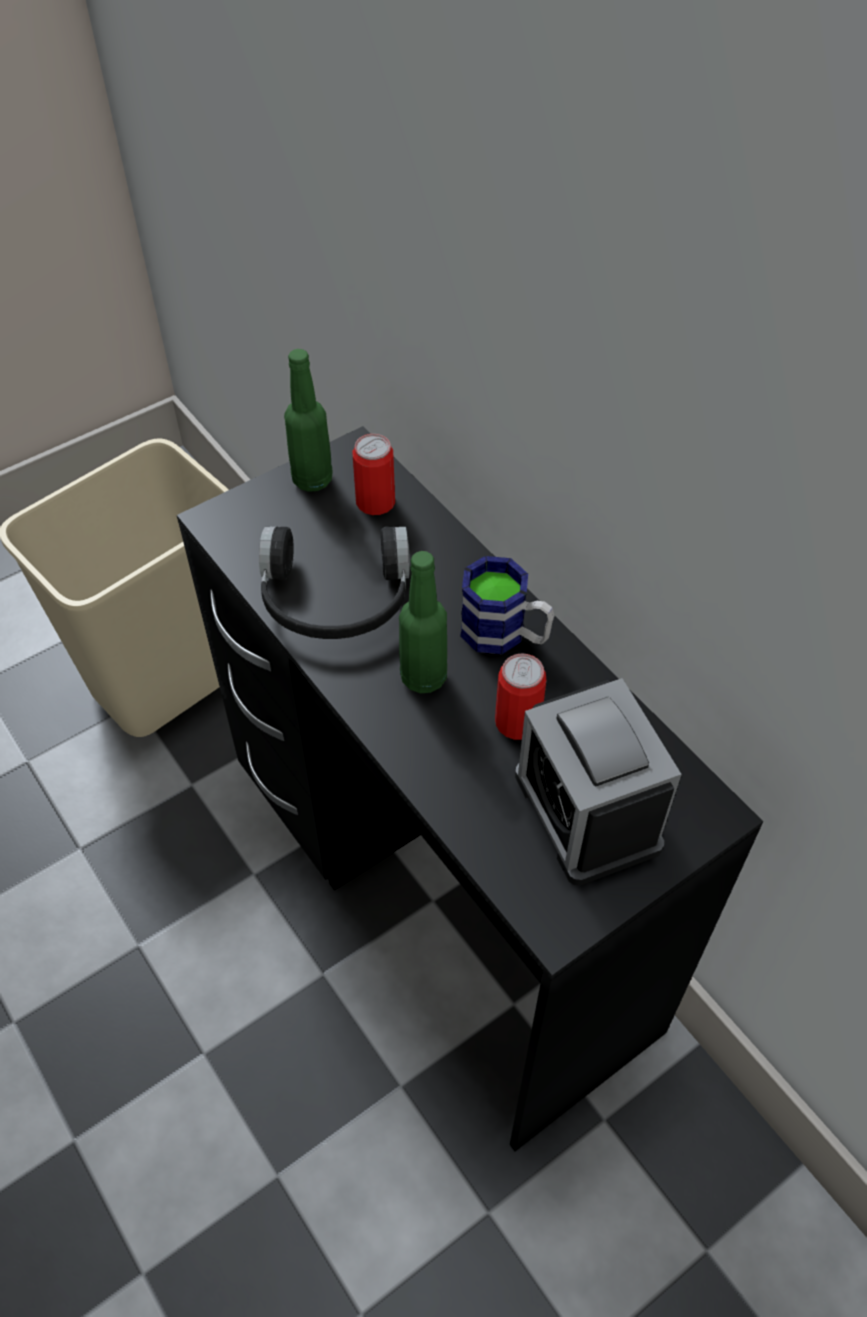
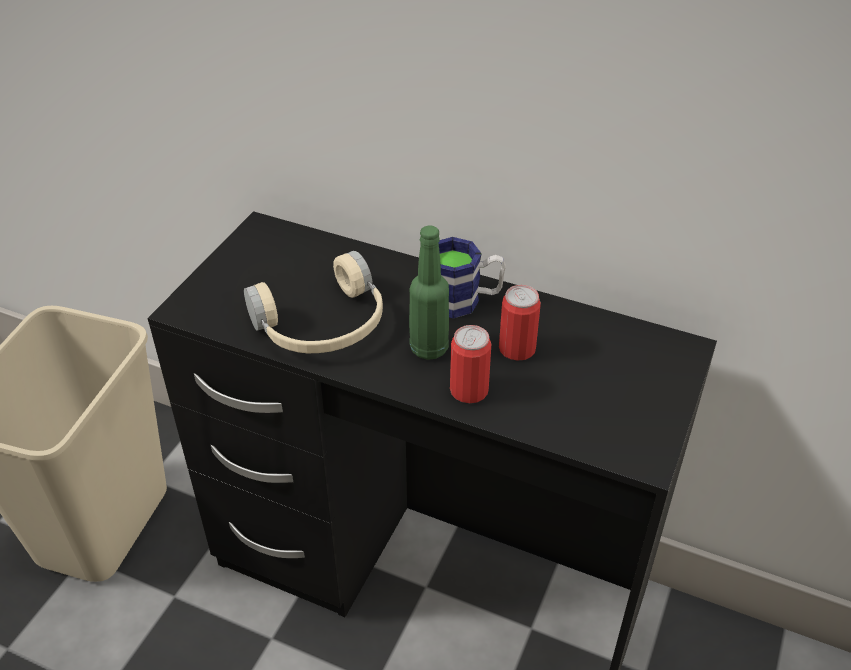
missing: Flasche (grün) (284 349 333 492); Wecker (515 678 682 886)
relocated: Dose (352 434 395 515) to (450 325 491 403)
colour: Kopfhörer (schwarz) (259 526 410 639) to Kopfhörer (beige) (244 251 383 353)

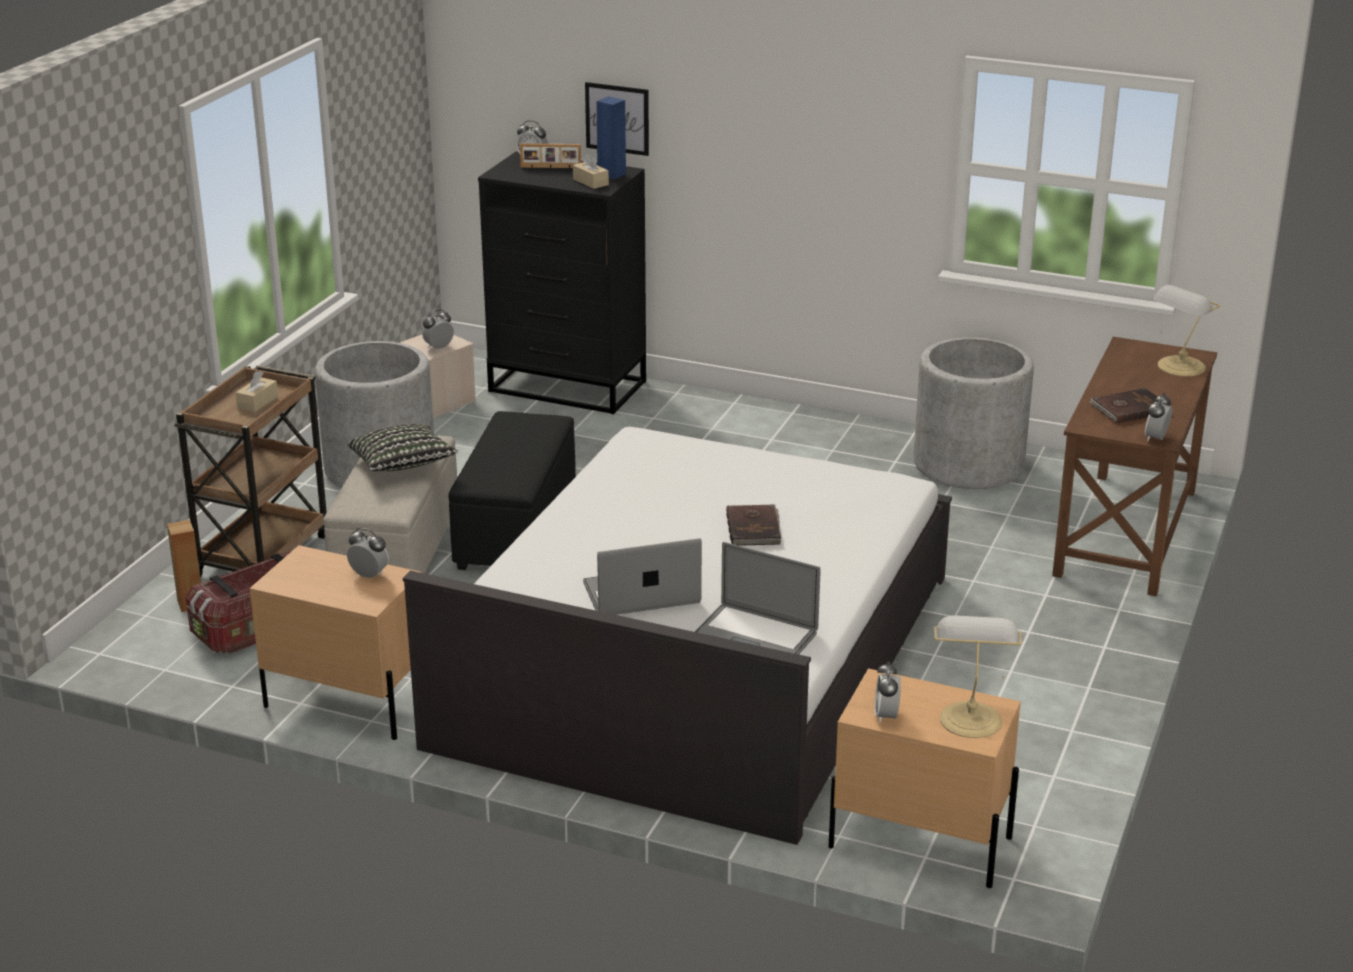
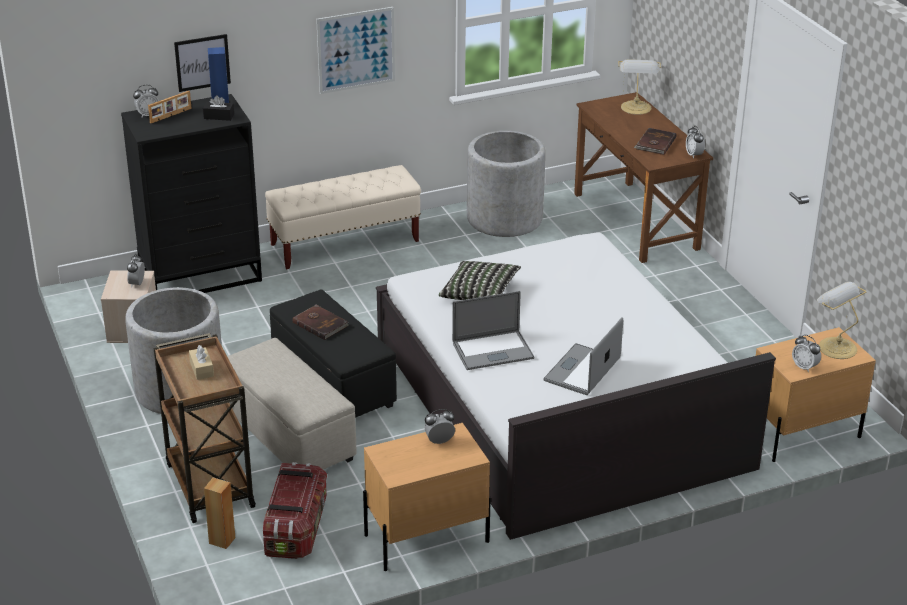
appeared: Bank (beige) (265 165 421 269); Bild (316 7 395 94)
relocated: Kissen (348 424 458 471) to (439 261 521 300); Laptop (695 542 821 654) to (452 291 534 370); Buch (braun) (726 504 782 546) to (292 305 348 340)
colour: Taschentuchbox (beige) (573 153 609 189) to Taschentuchbox (schwarz) (203 95 234 121)

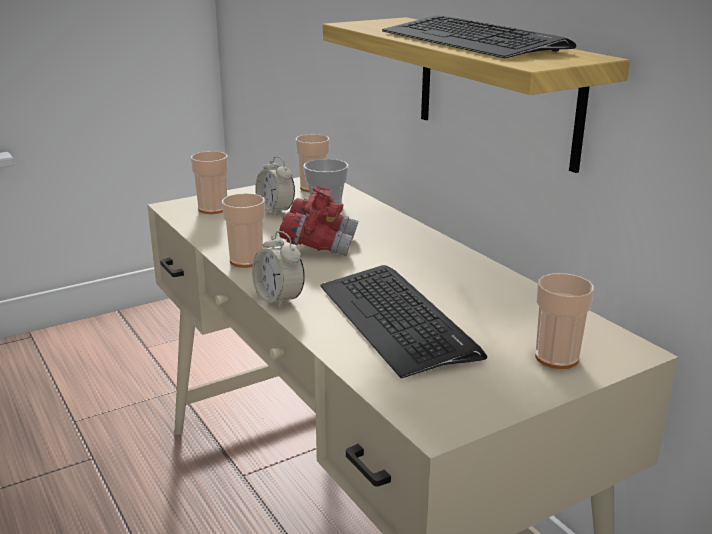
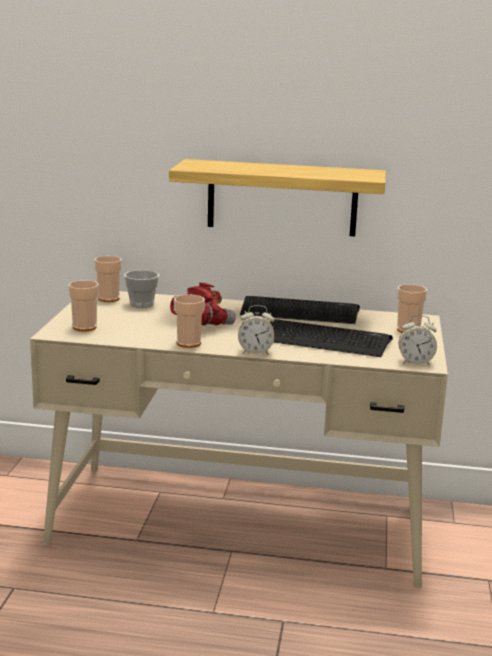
relocated: Wecker (255 156 295 216) to (399 315 437 366); Tastatur (382 15 576 58) to (240 296 360 324)

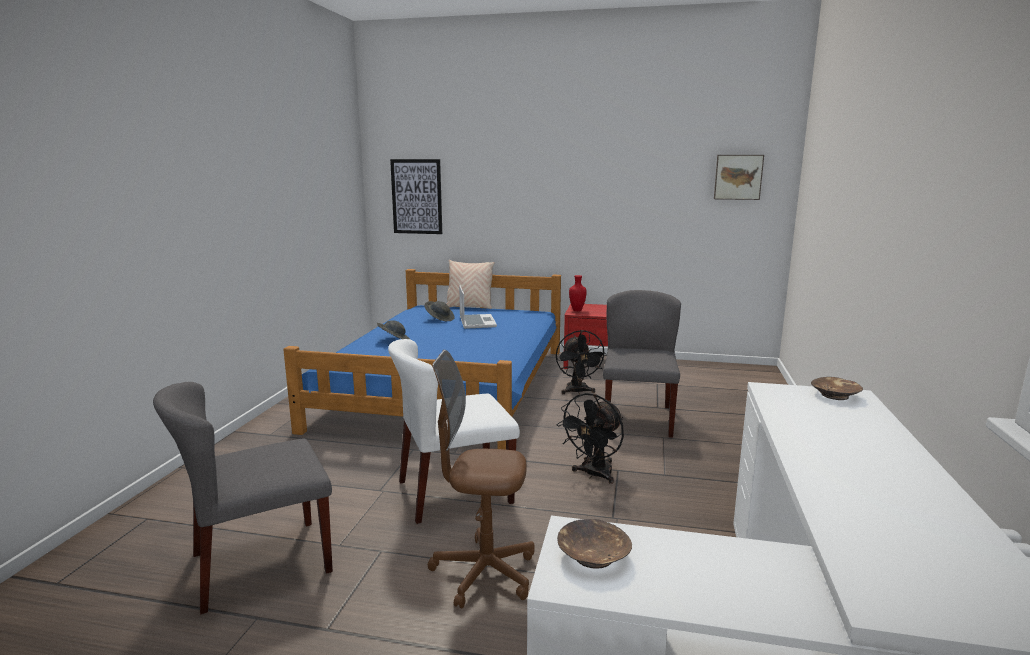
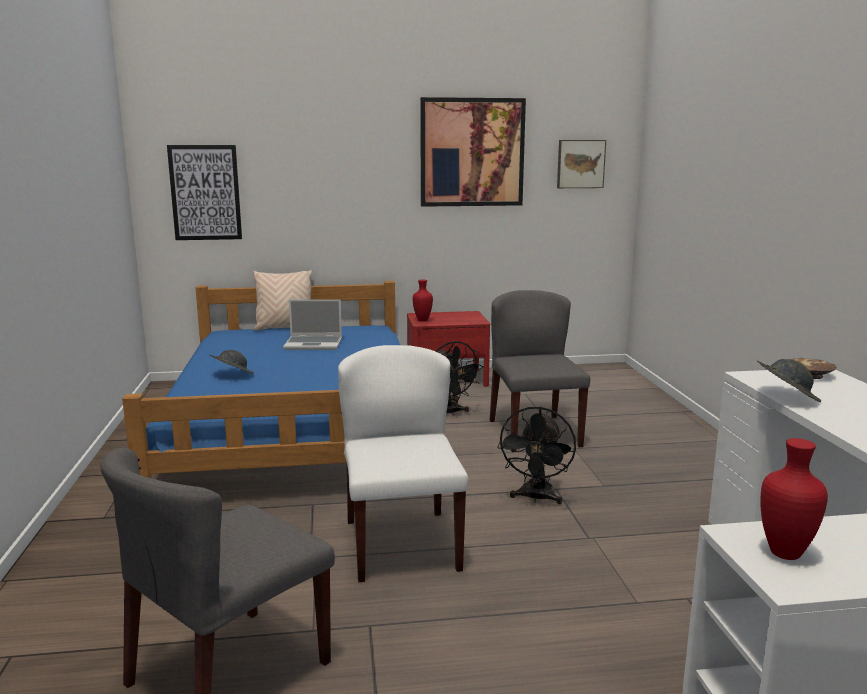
missing: Bürostuhl (braun) (428 350 535 608)
appeared: Bild (420 97 526 207)
relocated: Hut (grau) (424 301 455 321) to (757 359 821 402)
exchanged: Schüssel (braun) (557 519 632 569) to Vase (rot) (760 438 828 560)
spun: Stuhl (weiß) (388 339 520 524) = (338 345 468 582) 120 degrees clockwise; Laptop (459 285 497 329) = (283 299 342 350) 120 degrees clockwise

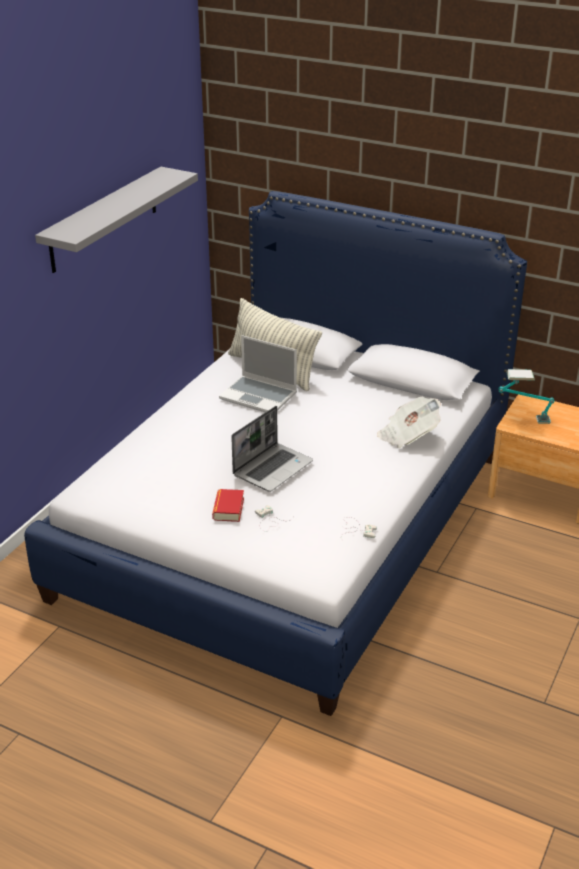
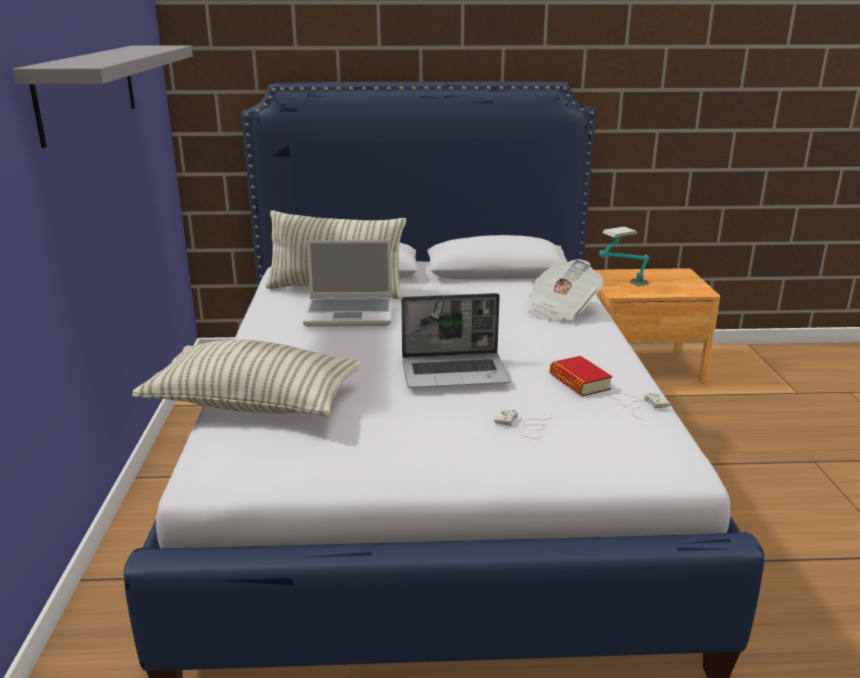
appeared: Kissen (132 340 361 417)
relocated: Buch (212 489 244 522) to (550 356 613 396)
spun: Laptop (231 406 313 492) = (401 293 510 388) 75 degrees clockwise

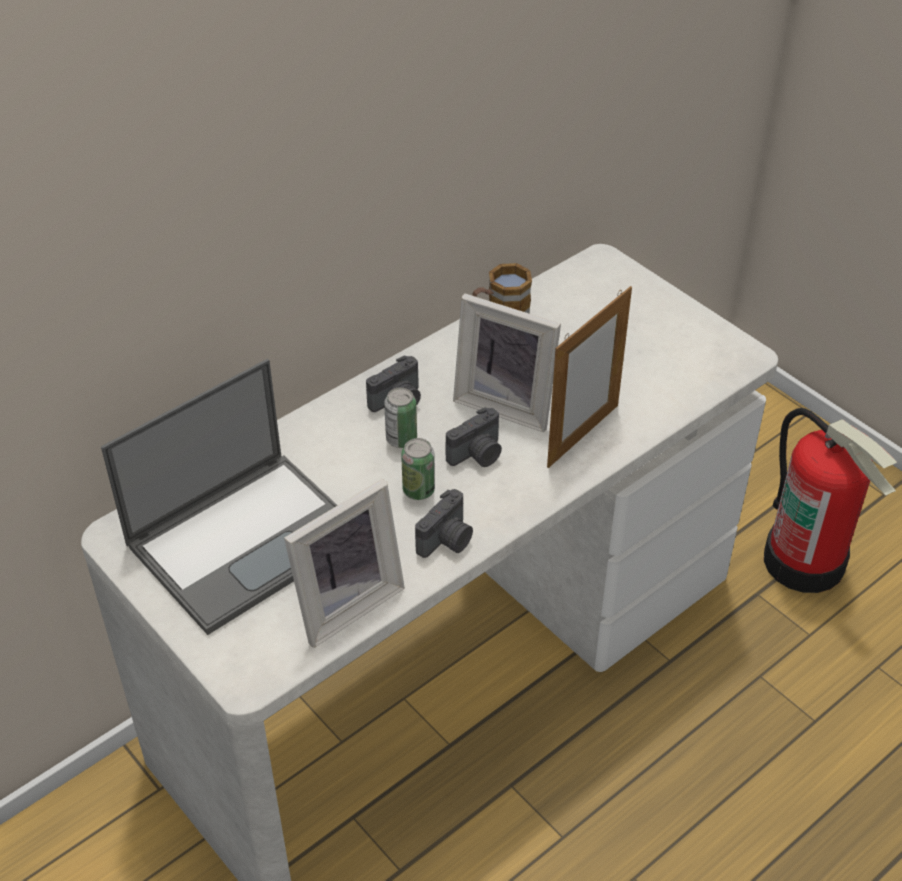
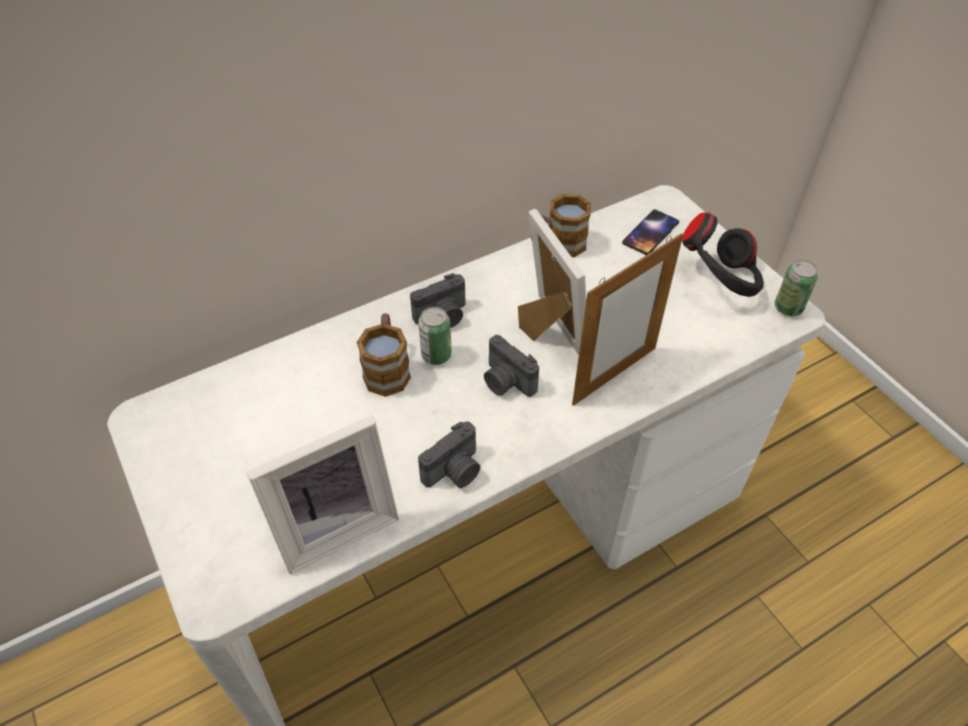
missing: Laptop (101 359 337 635); Feuerlöscher (764 408 897 593)
appeared: Henkelbecher (356 313 411 397); Handy (622 209 679 255); Kopfhörer (schwarz) (682 212 764 297)
relocated: Dose (401 438 435 500) to (775 260 818 316)
spun: Kamera (446 407 502 467) = (484 335 539 397) 75 degrees clockwise; Bilderrahmen (453 294 561 432) = (518 209 586 355) 150 degrees counterclockwise

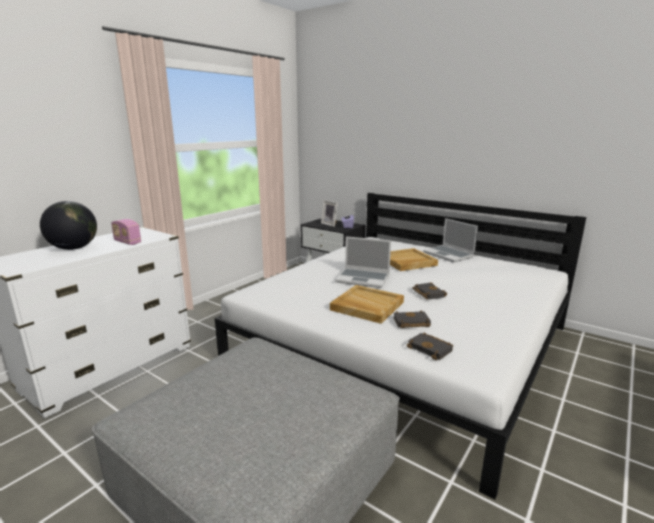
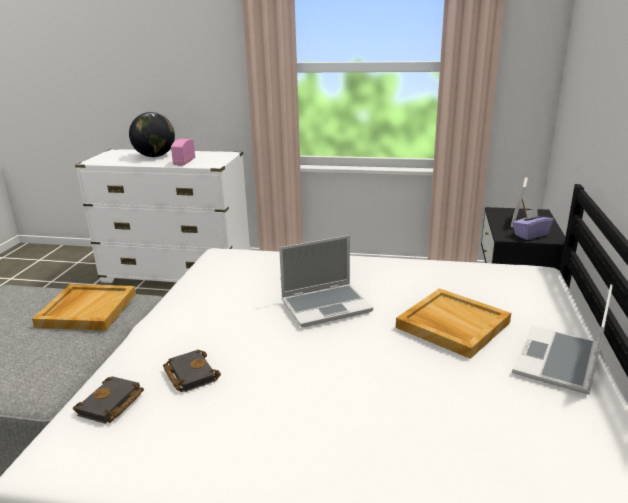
missing: Buch (schwarz) (412 282 447 300)
relocated: Tablett (beige) (330 285 404 324) to (32 284 136 330)
spun: Laptop (335 236 391 288) = (279 235 373 327) 105 degrees counterclockwise

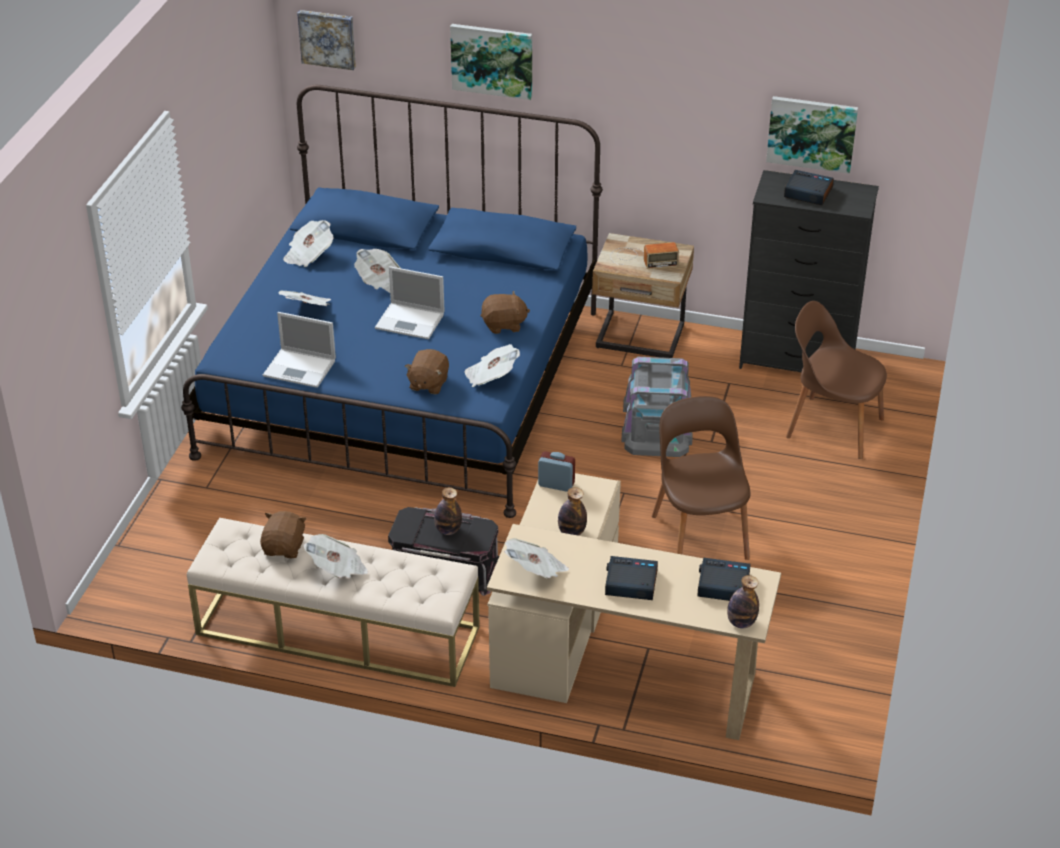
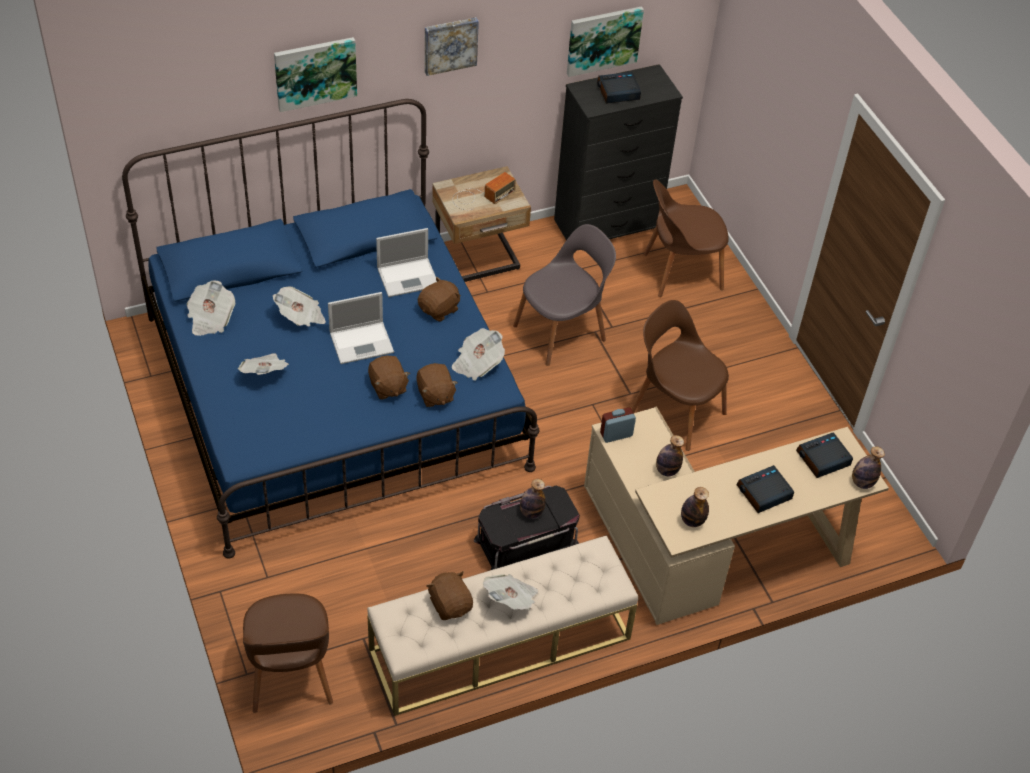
appeared: Stuhl (braun) (243 593 333 713); Plüschtier (braun) (368 355 410 399)
relocated: Laptop (263 312 336 388) to (376 228 437 297); Bild (297 10 356 70) to (425 17 479 76)
exchanged: Zeitung (504 538 569 579) to Flasche (681 487 709 527); Aufbewahrungsbox (grau) (621 357 692 457) to Stuhl (grau) (513 224 616 366)

